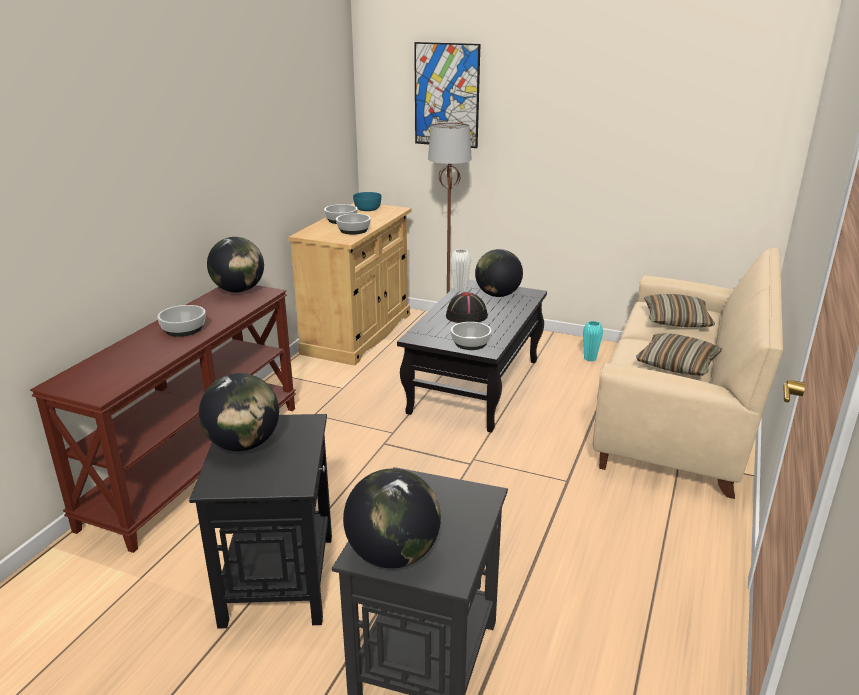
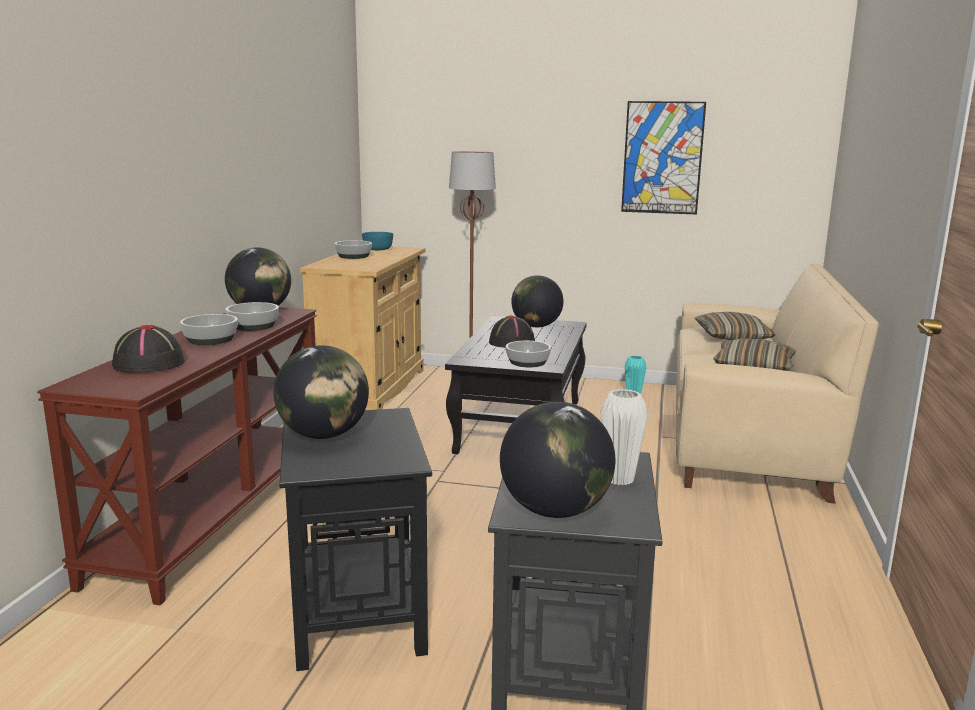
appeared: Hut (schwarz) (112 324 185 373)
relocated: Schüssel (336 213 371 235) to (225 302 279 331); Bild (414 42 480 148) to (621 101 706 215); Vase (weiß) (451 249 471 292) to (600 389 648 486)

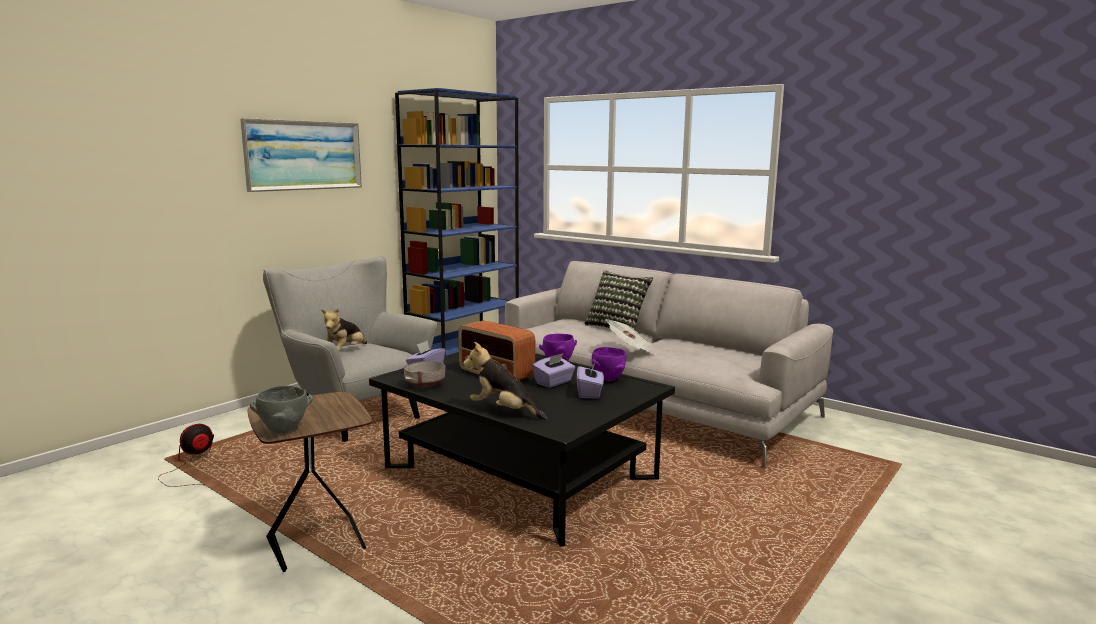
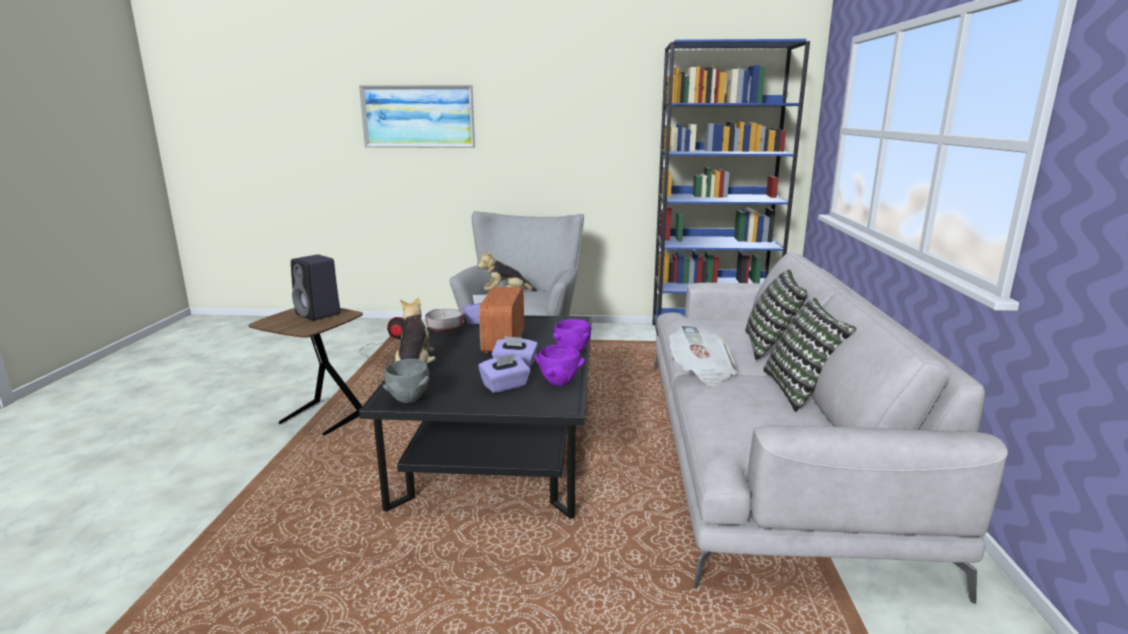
appeared: Lautsprecher (schwarz) (291 255 341 321); Kissen (763 298 856 412)
relocated: Bild (240 118 362 192) to (359 85 475 148); Schüssel (grau) (250 386 313 433) to (383 359 429 403)

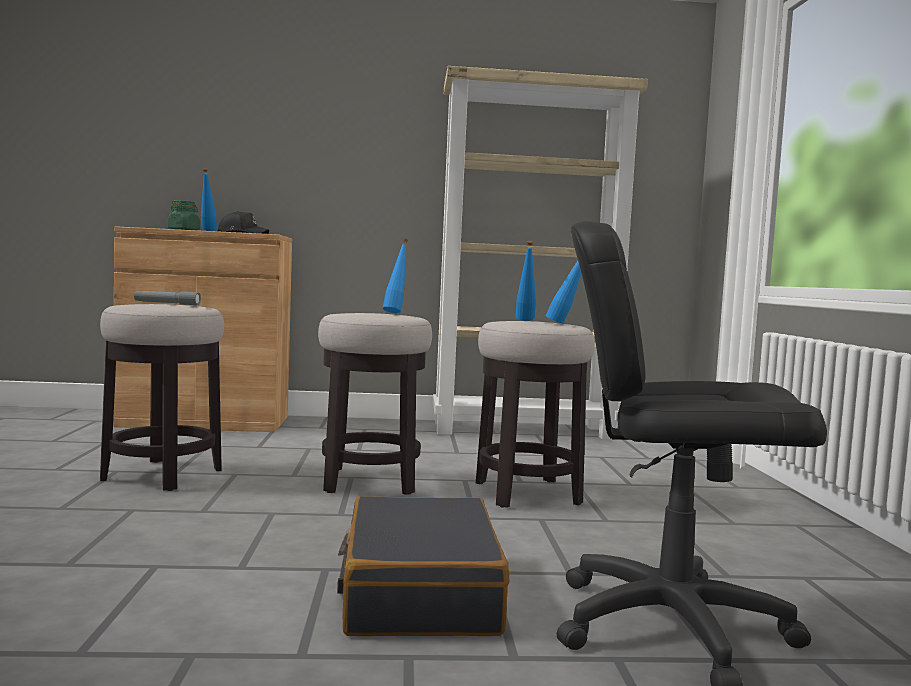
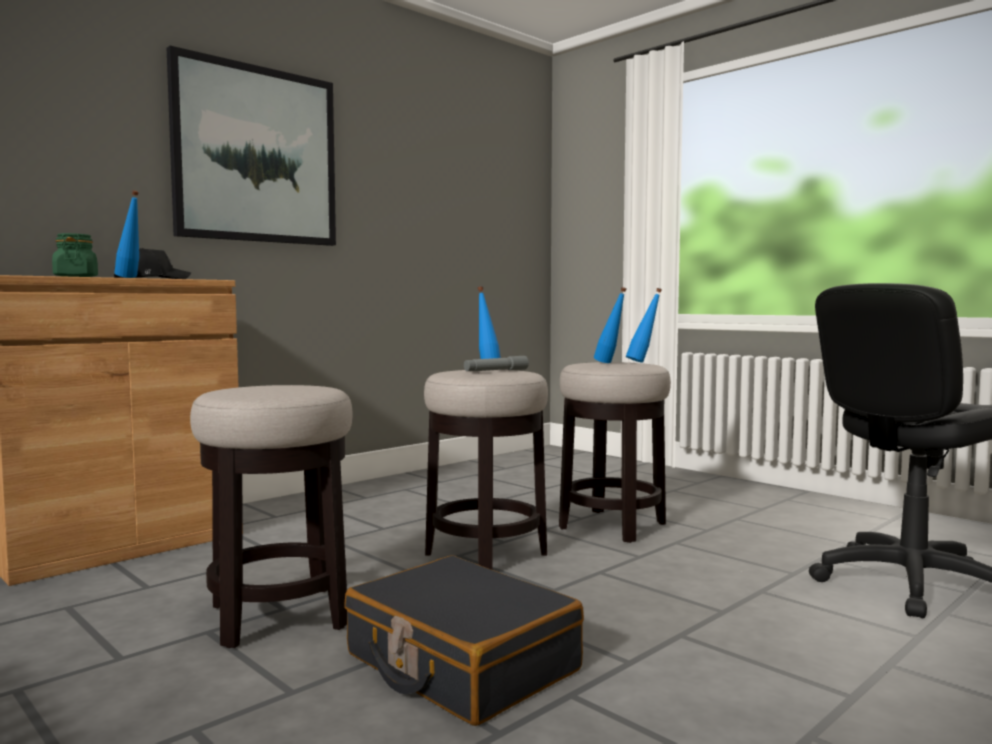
missing: Bücherregal (beige) (433 66 648 440)
appeared: Bild (167 46 336 246)
relocated: Taschenlampe (grau) (134 291 201 305) to (464 356 529 371); Koffer (schwarz) (337 496 509 636) to (344 555 584 726)

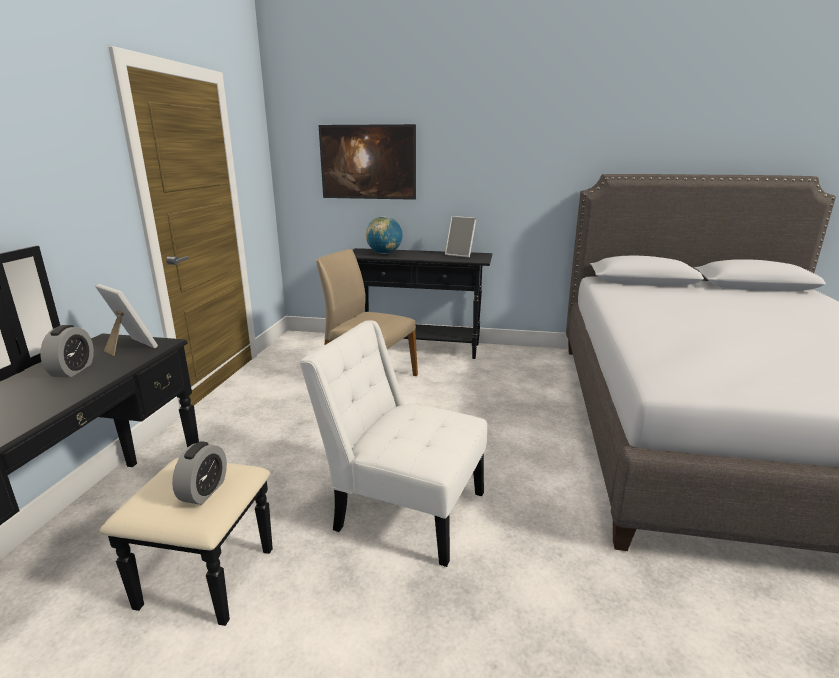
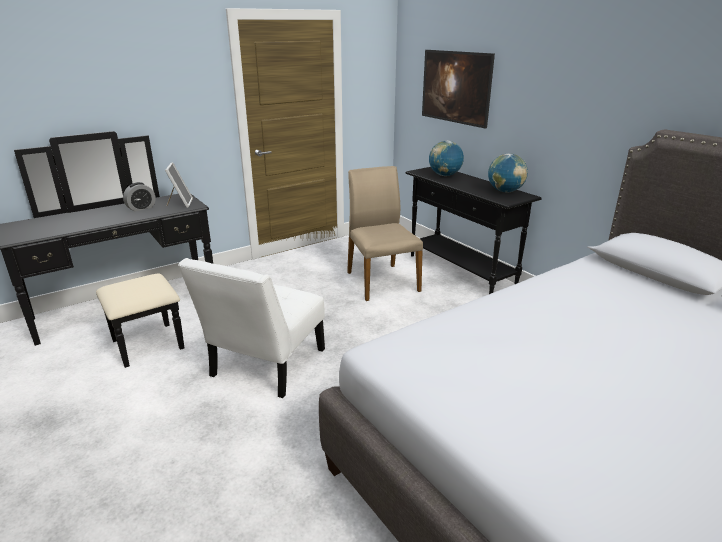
missing: Wecker (172 442 227 505)
exchanged: Bilderrahmen (445 216 476 257) to Globus (488 153 528 192)
spun: Stuhl (weiß) (300 320 487 567) = (178 258 325 398) 135 degrees counterclockwise

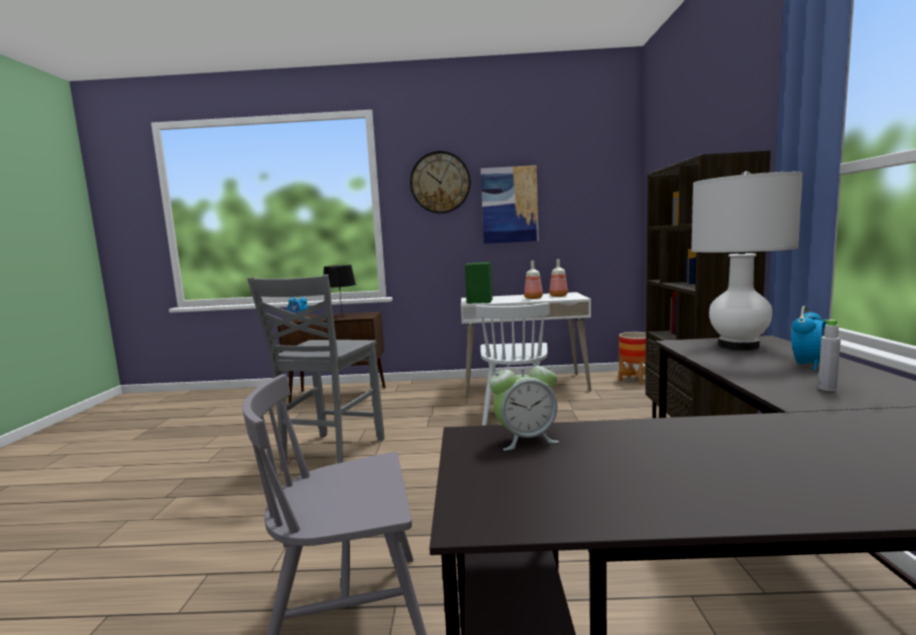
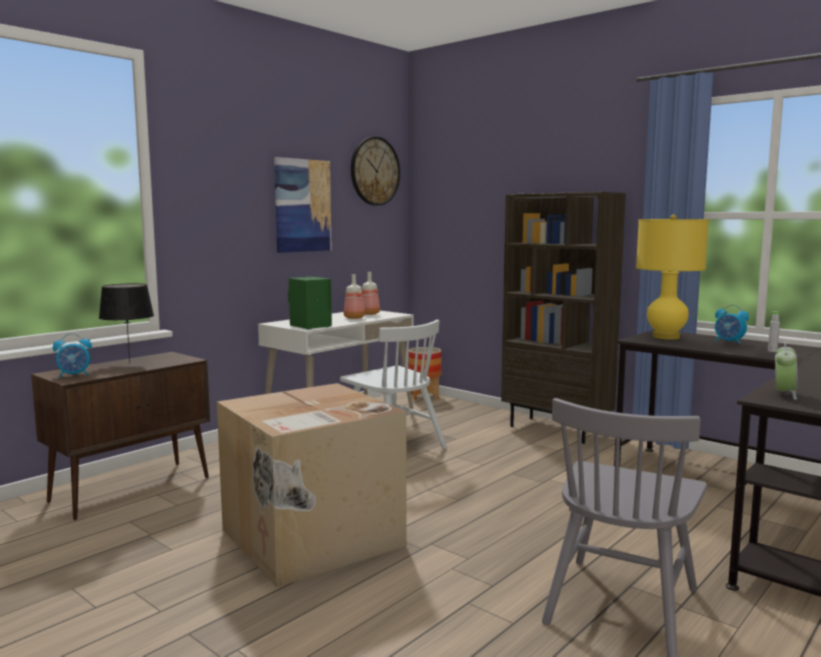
relocated: Wanduhr (410 151 471 214) to (351 137 400 206)
exchanged: Stuhl (grau) (247 274 384 471) to Karton (217 383 406 587)
colour: Tischlampe (weiß) (691 171 803 350) to Tischlampe (gelb) (636 214 709 340)
spun: Wecker (791 306 827 371) = (715 305 749 344) 135 degrees clockwise

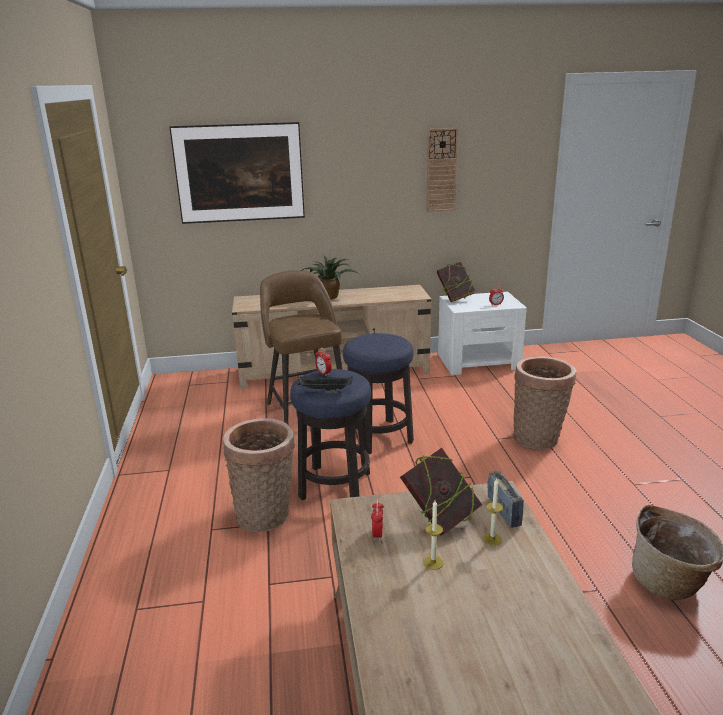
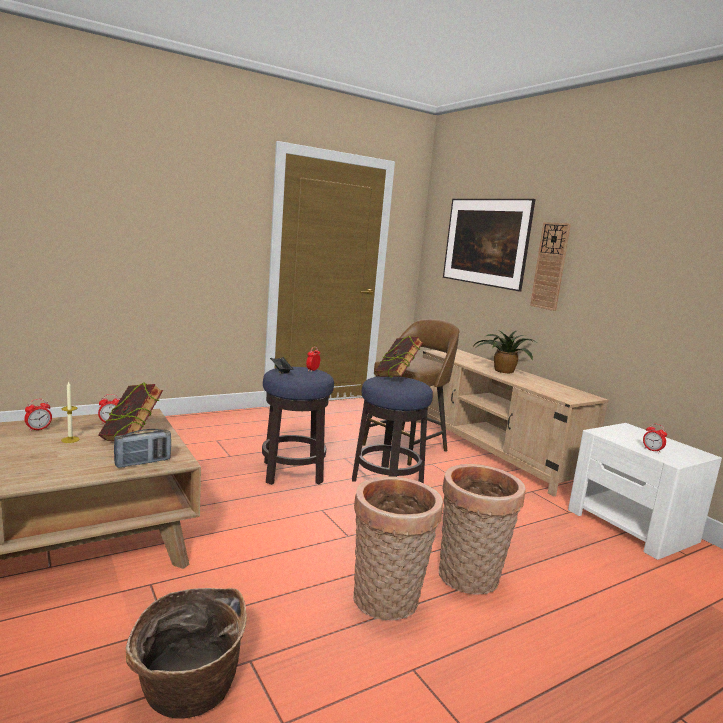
missing: Kerze (483 478 503 546)
appeared: Wecker (24 399 52 432)
relocated: Korb (223 418 295 532) to (353 476 443 620); Wanduhr (426 128 458 212) to (530 222 571 311); Buch (437 262 475 302) to (375 335 423 378)

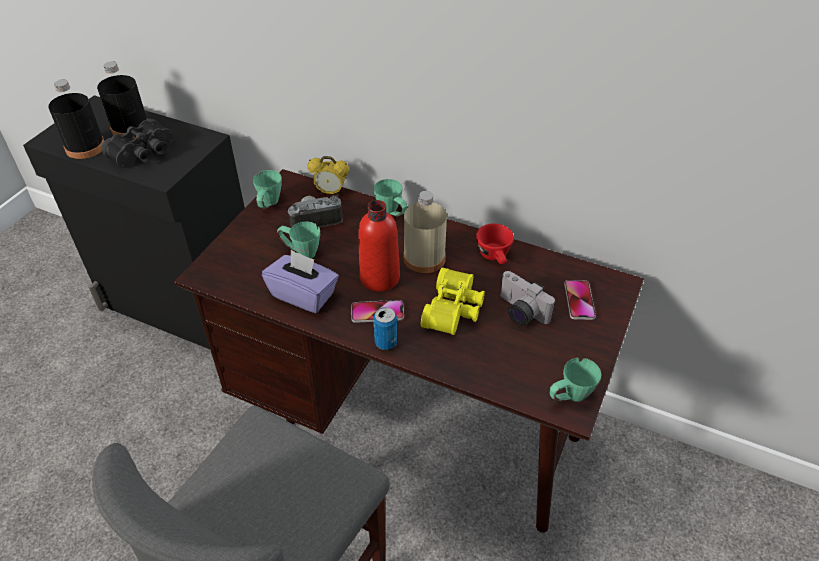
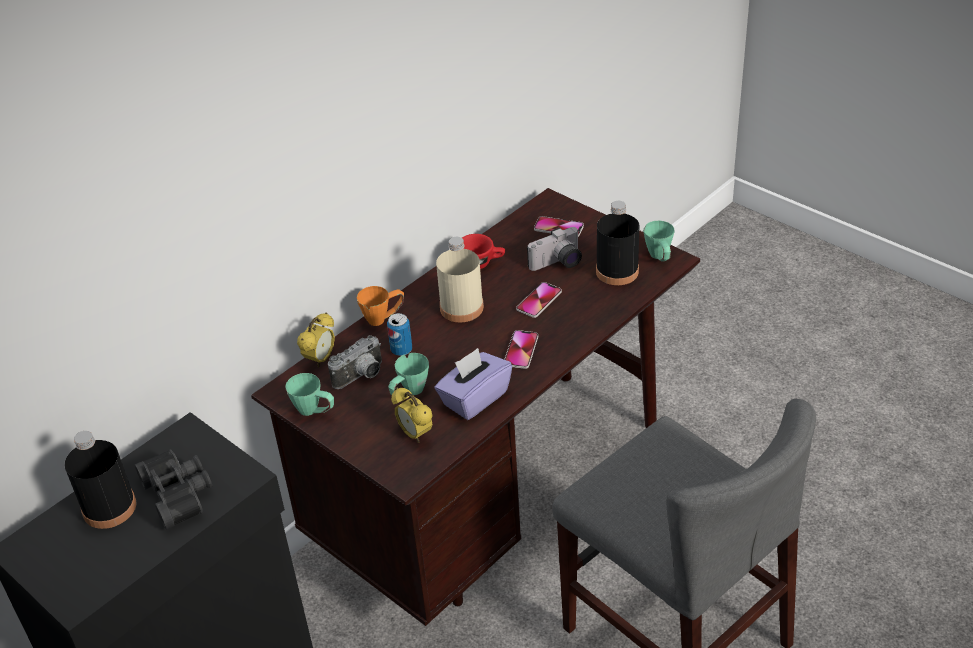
missing: Flasche (rot) (358 200 400 292)
appeared: Wecker (391 388 433 443)
relocated: Flasche (schwarz) (48 79 104 159) to (596 201 639 285); Dose (373 307 397 350) to (387 313 412 356)
exchanged: Fernglas (gelb) (421 267 485 335) to Handy (516 282 562 318)
colour: Henkelbecher (grün) (374 179 407 216) to Henkelbecher (orange) (357 286 404 326)
spun: Kamera (287 195 343 228) = (328 335 382 389) 135 degrees counterclockwise

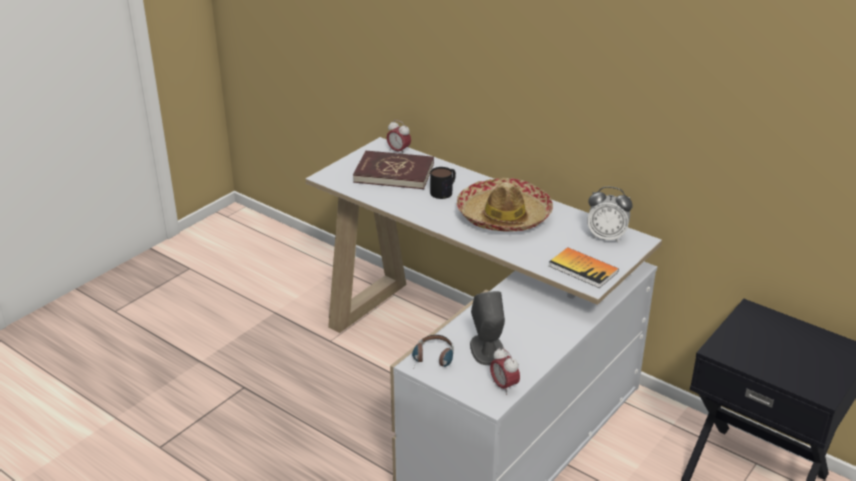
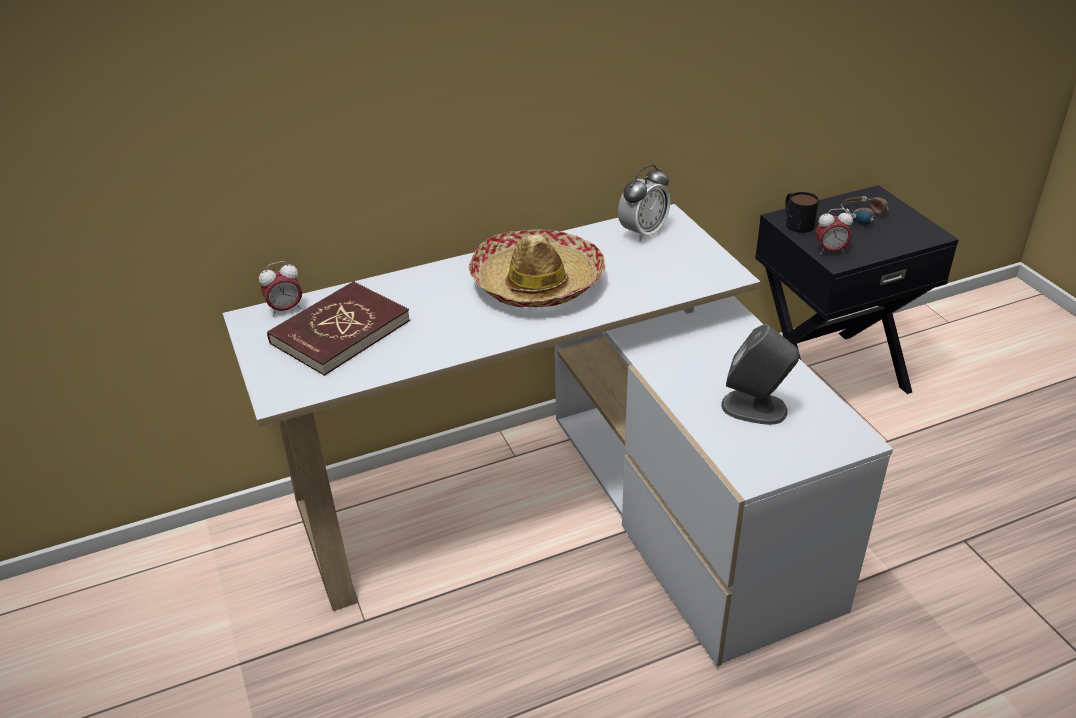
missing: Buch (549 247 619 288)
relocated: Kopfhörer (412 335 454 367) to (841 196 888 225); Henkelbecher (430 167 456 199) to (785 192 819 233); Wecker (490 347 520 395) to (816 209 853 255)

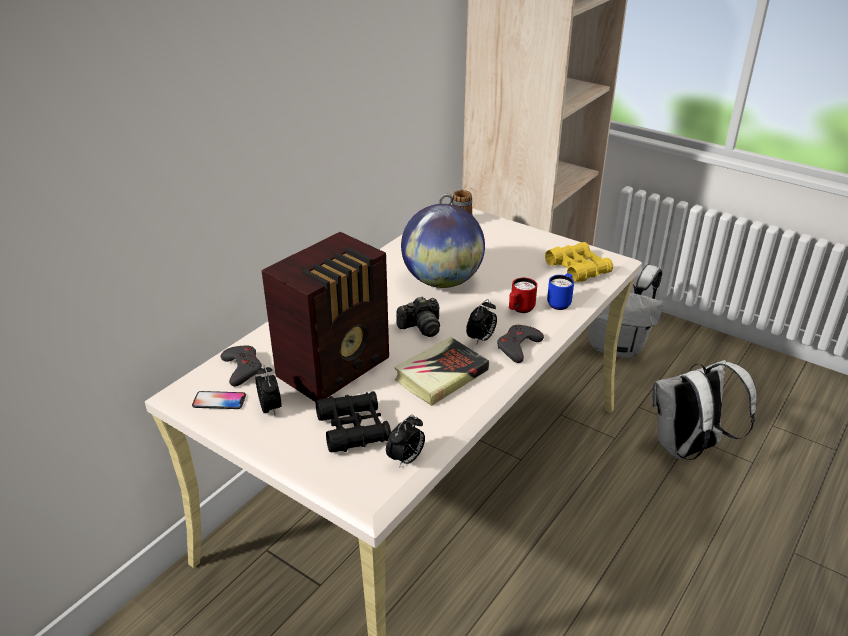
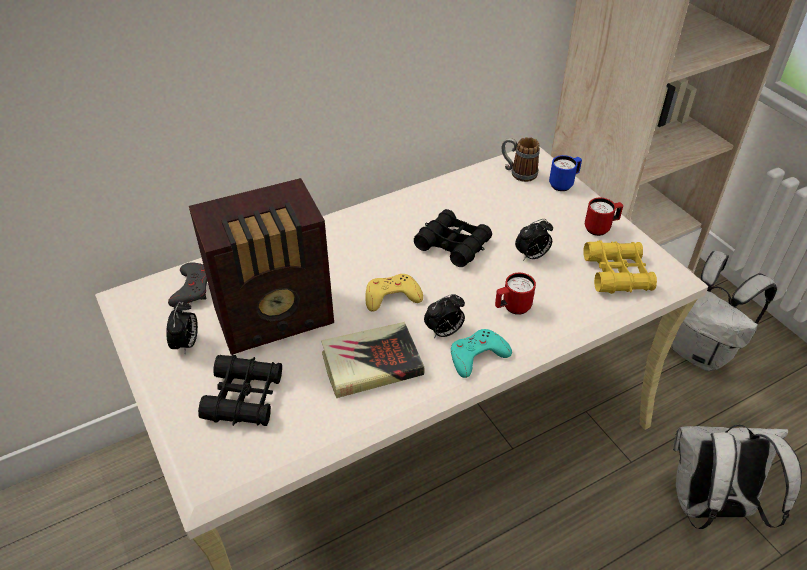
missing: Handy (192 391 246 409)
appeared: Henkelbecher (rot) (585 198 623 236)
relocated: Wecker (386 415 425 468) to (515 219 553 261); Henkelbecher (blau) (547 273 574 310) to (549 155 582 191)
exchanged: Kamera (396 296 440 337) to Gamepad (gelb) (365 274 423 311); Globus (401 204 485 288) to Fernglas (schwarz) (414 209 492 267)
colour: Gamepad (grau) (497 325 544 363) to Gamepad (türkis) (451 329 512 378)

